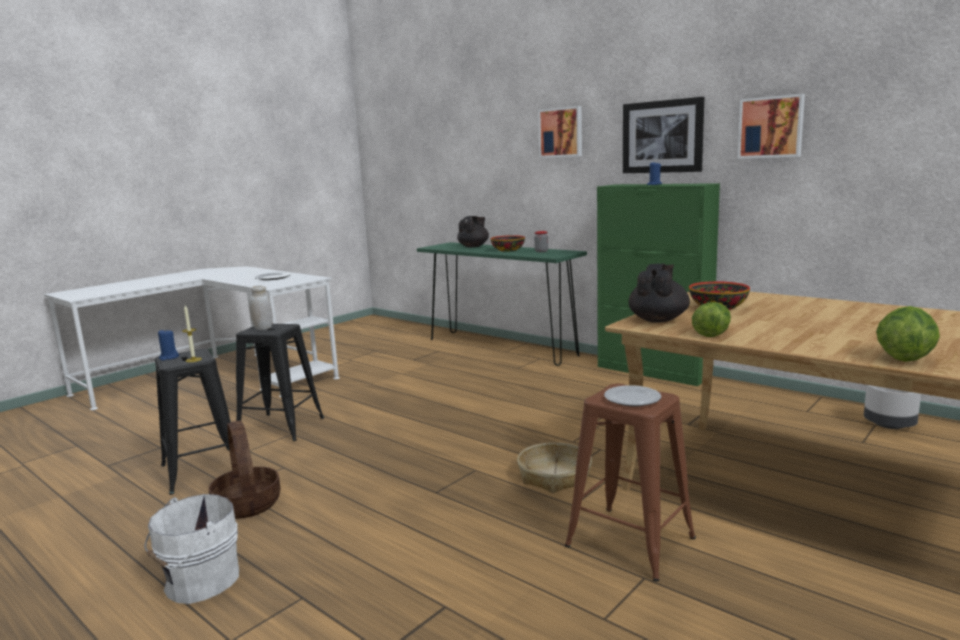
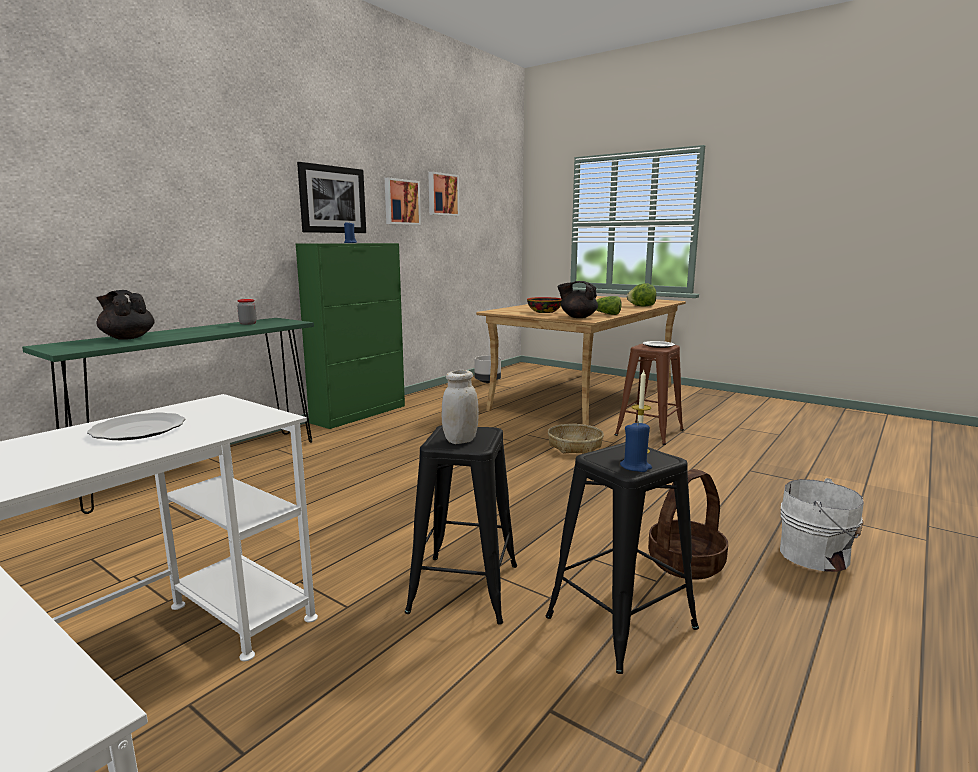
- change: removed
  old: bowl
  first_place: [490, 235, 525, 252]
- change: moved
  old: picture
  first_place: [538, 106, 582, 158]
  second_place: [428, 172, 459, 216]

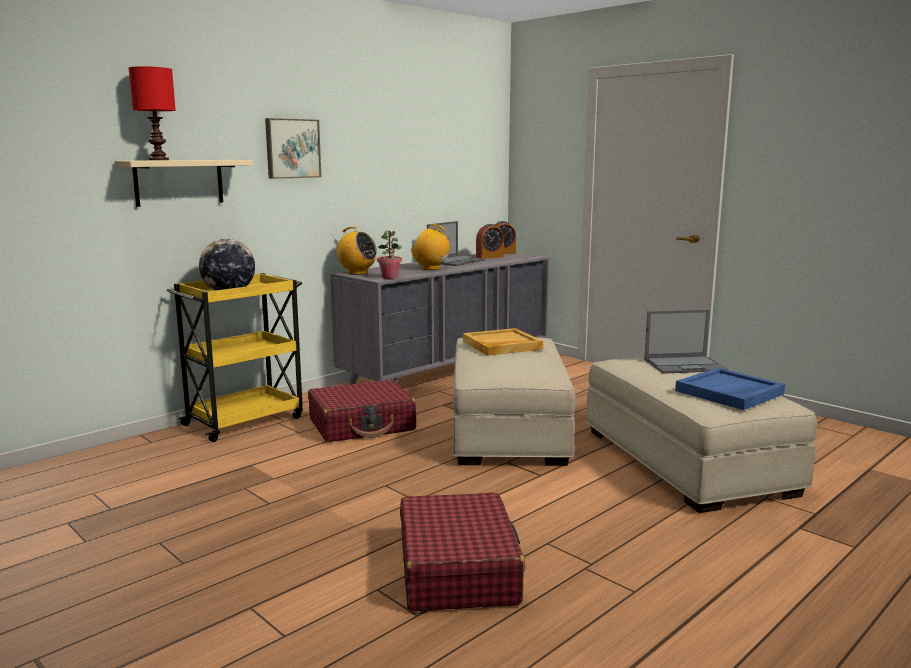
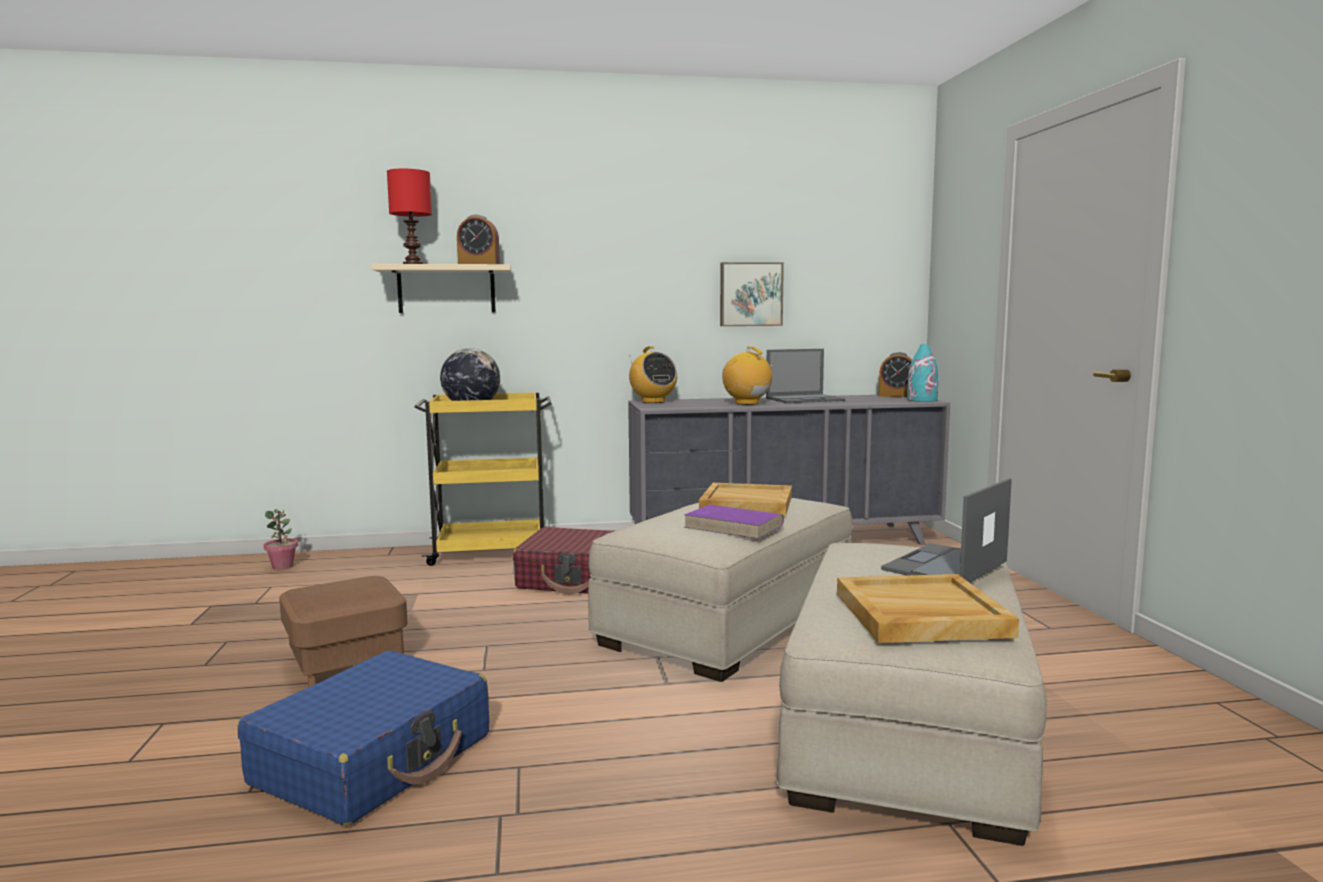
- change: moved
  old: picture
  first_place: [265, 118, 321, 179]
  second_place: [720, 262, 784, 326]
- change: moved
  old: potted plant
  first_place: [377, 230, 402, 279]
  second_place: [264, 509, 298, 570]
- change: recoloured
  old: red suitcase
  new: blue suitcase
  first_place: [400, 492, 525, 611]
  second_place: [238, 651, 489, 826]
- change: moved
  old: bedside clock
  first_place: [476, 224, 504, 259]
  second_place: [457, 214, 500, 264]
- change: turned
  old: laptop
  first_place: [644, 310, 728, 374]
  second_place: [881, 478, 1012, 583]
  degrees: 105
- change: recoloured
  old: blue serving tray
  new: sand-coloured serving tray
  first_place: [675, 368, 785, 410]
  second_place: [837, 574, 1019, 643]
- change: added
  new: brownish ottoman
  second_place: [279, 576, 407, 687]
- change: added
  new: purple book
  second_place: [684, 505, 784, 539]
- change: added
  new: turquoise vase
  second_place: [907, 344, 938, 402]

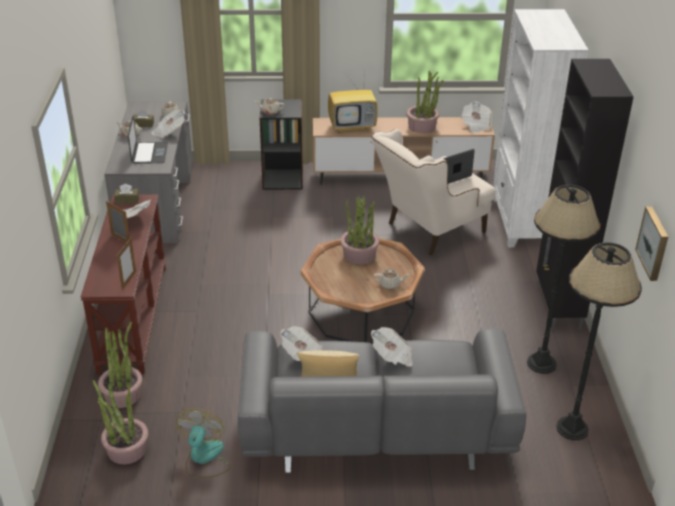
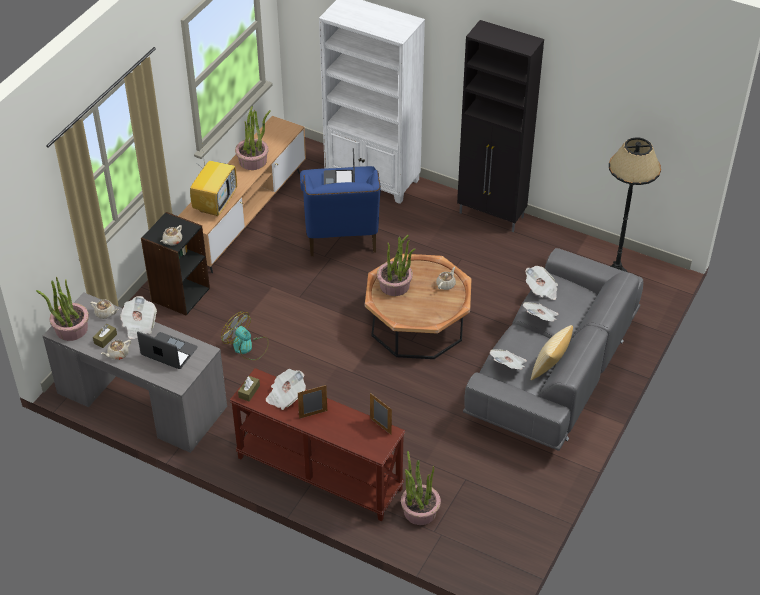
- change: moved
  old: potted plant
  first_place: [93, 380, 148, 464]
  second_place: [36, 276, 89, 341]
- change: moved
  old: fan
  first_place: [176, 408, 230, 478]
  second_place: [221, 312, 269, 360]
- change: recoloured
  old: sand-coloured easy chair
  new: blue easy chair
  first_place: [372, 129, 496, 256]
  second_place: [300, 166, 381, 256]
- change: moved
  old: daily paper
  first_place: [461, 102, 492, 133]
  second_place: [526, 266, 558, 300]
- change: removed
  old: black standard lamp
  first_place: [527, 185, 601, 374]
- change: removed
  old: picture
  first_place: [635, 206, 668, 281]

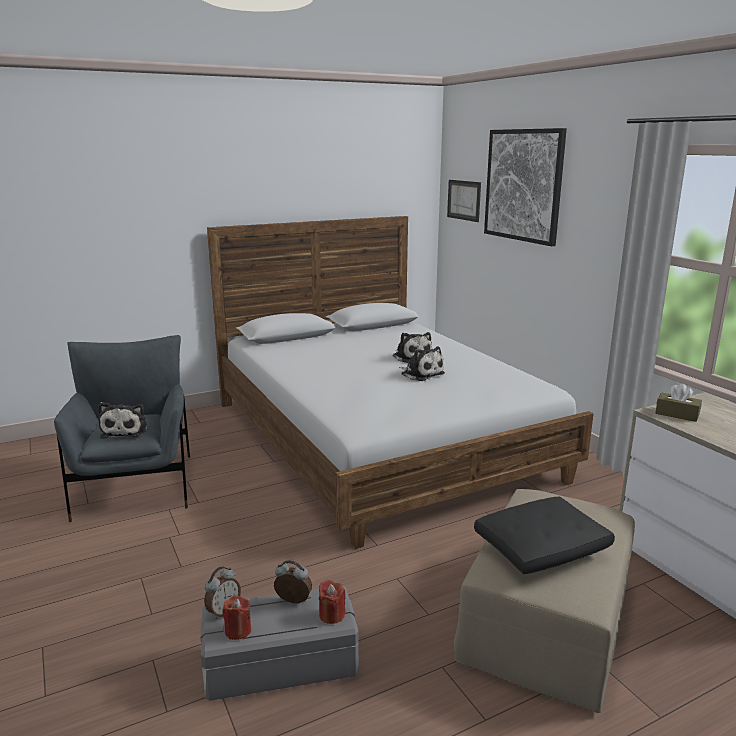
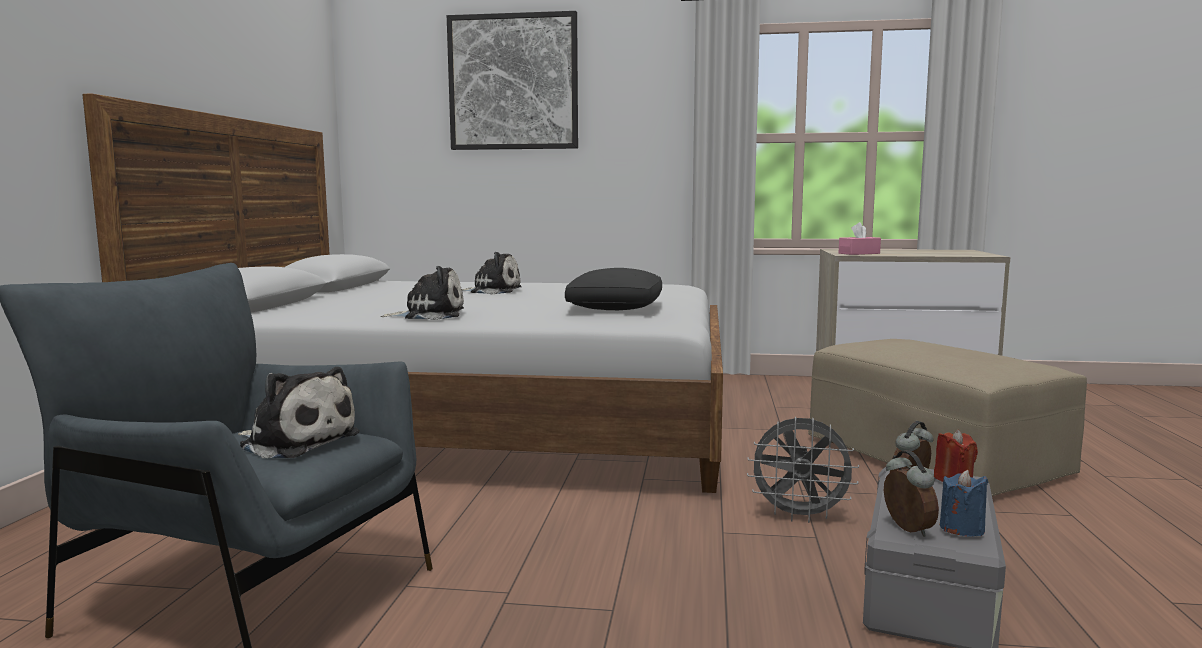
- change: recoloured
  old: red candle
  new: blue candle
  first_place: [222, 595, 251, 640]
  second_place: [940, 470, 988, 537]
- change: moved
  old: soft toy
  first_place: [399, 346, 445, 381]
  second_place: [381, 266, 464, 320]
- change: removed
  old: picture
  first_place: [447, 180, 481, 222]
- change: moved
  old: black pillow
  first_place: [474, 497, 615, 574]
  second_place: [565, 268, 662, 310]
- change: recoloured
  old: brownish box of tissues
  new: pinkish box of tissues
  first_place: [655, 384, 702, 422]
  second_place: [839, 222, 881, 255]
- change: added
  new: gray fan
  second_place: [747, 417, 859, 523]

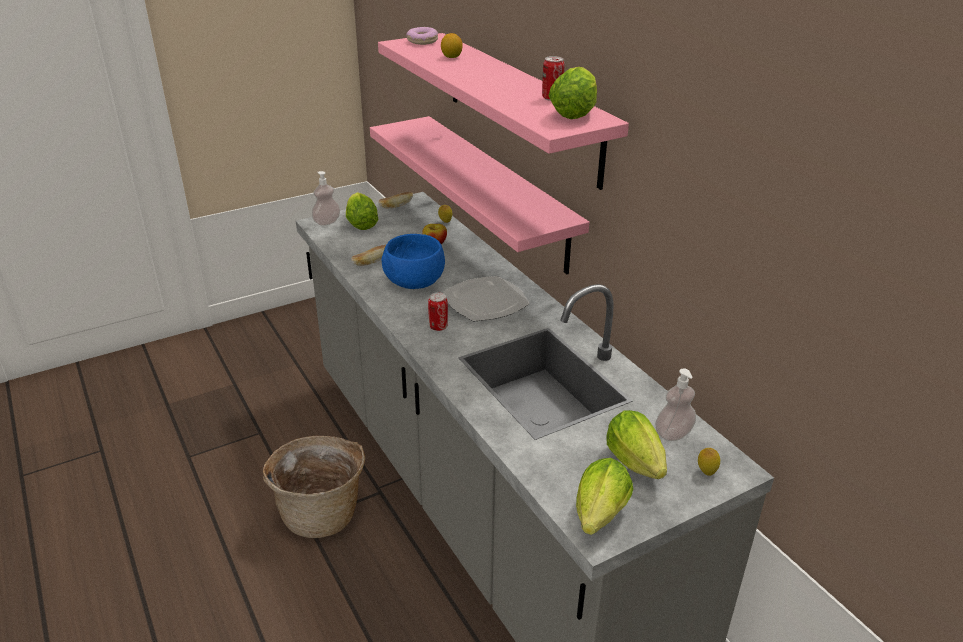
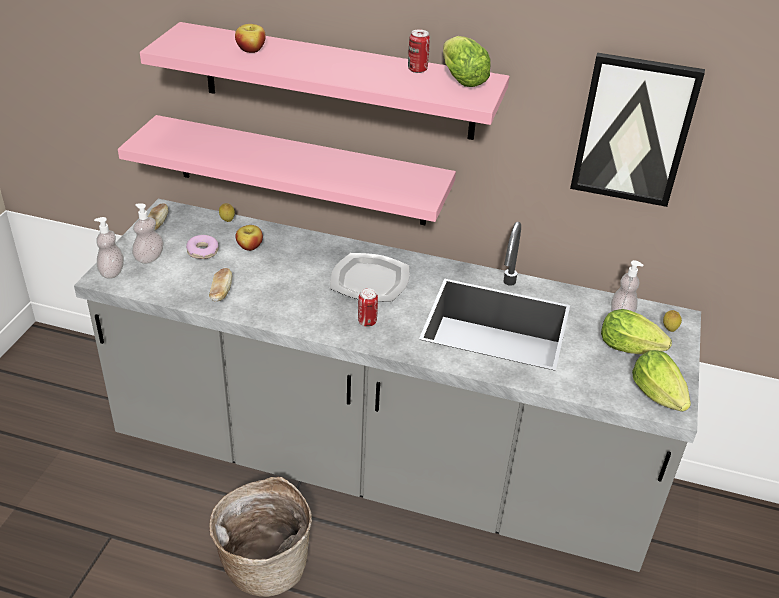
- change: replaced
  old: lettuce
  new: soap dispenser
  first_place: [346, 192, 379, 230]
  second_place: [132, 203, 164, 264]
- change: removed
  old: blue bowl
  first_place: [382, 234, 445, 289]
- change: moved
  old: ring doughnut
  first_place: [406, 27, 438, 45]
  second_place: [186, 235, 219, 259]
- change: replaced
  old: citrus fruit
  new: apple
  first_place: [441, 33, 463, 58]
  second_place: [235, 24, 266, 53]
- change: added
  new: picture
  second_place: [570, 52, 705, 207]

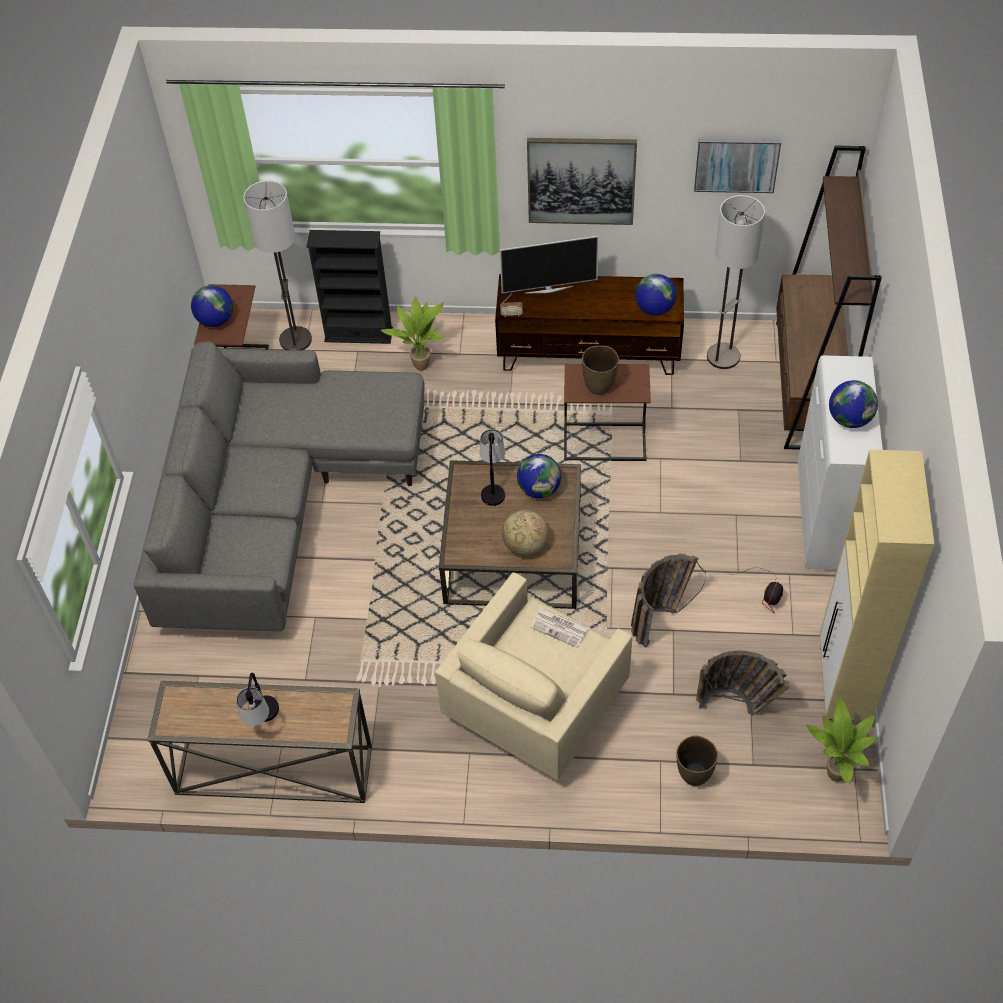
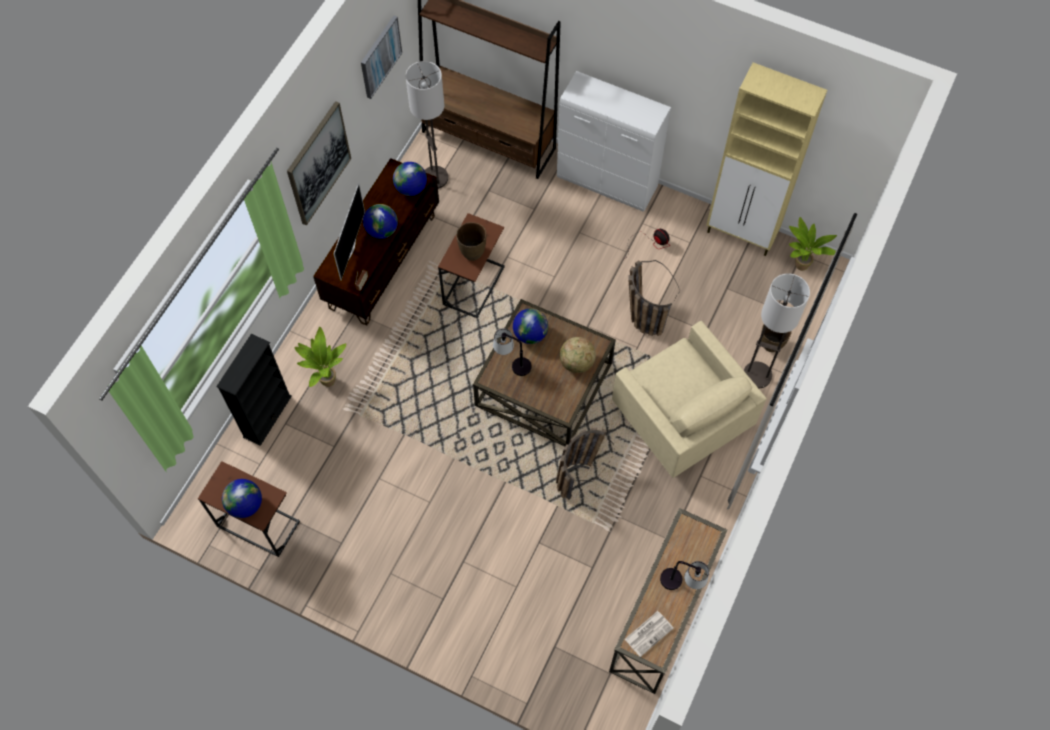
- change: removed
  old: gray sofa
  first_place: [134, 341, 425, 631]
- change: moved
  old: standard lamp
  first_place: [243, 180, 312, 350]
  second_place: [744, 274, 810, 388]
- change: moved
  old: daily paper
  first_place: [530, 608, 589, 648]
  second_place: [625, 611, 674, 657]
- change: moved
  old: basket
  first_place: [696, 650, 790, 716]
  second_place: [556, 428, 614, 500]
- change: moved
  old: world globe
  first_place: [829, 380, 878, 428]
  second_place: [363, 204, 398, 239]

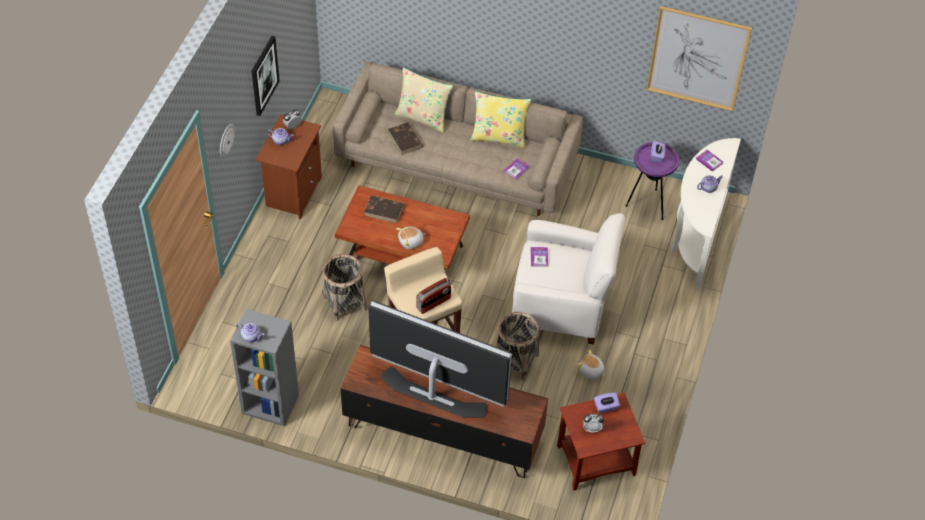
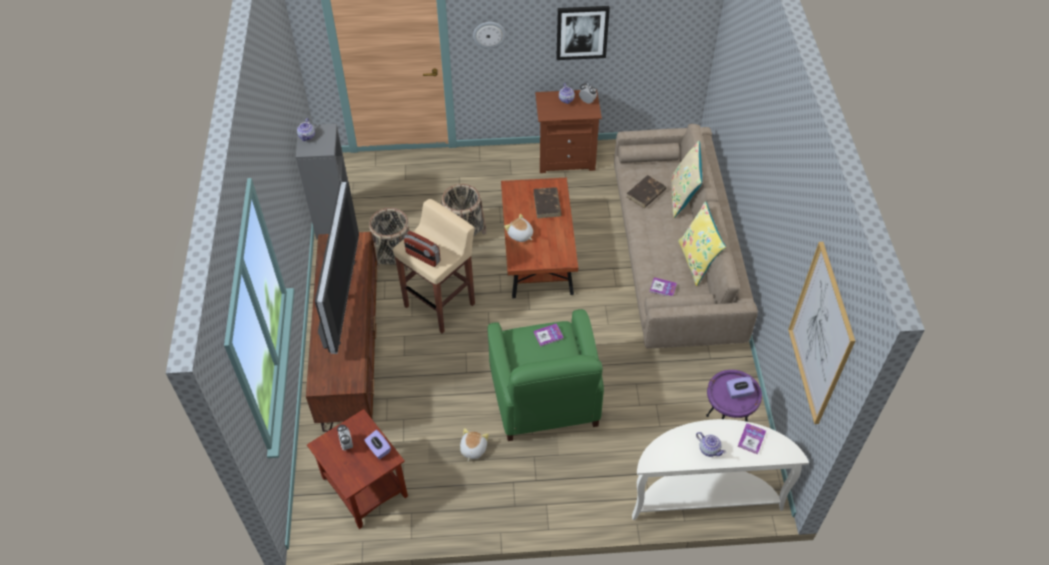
- change: moved
  old: basket
  first_place: [496, 312, 539, 380]
  second_place: [369, 208, 410, 272]
- change: recoloured
  old: white-coloured easy chair
  new: greenish easy chair
  first_place: [512, 213, 625, 344]
  second_place: [487, 309, 604, 441]

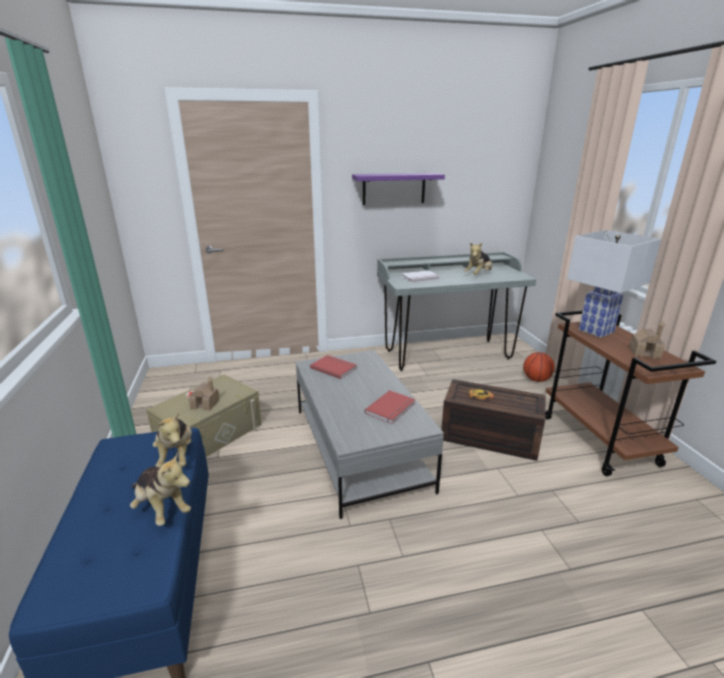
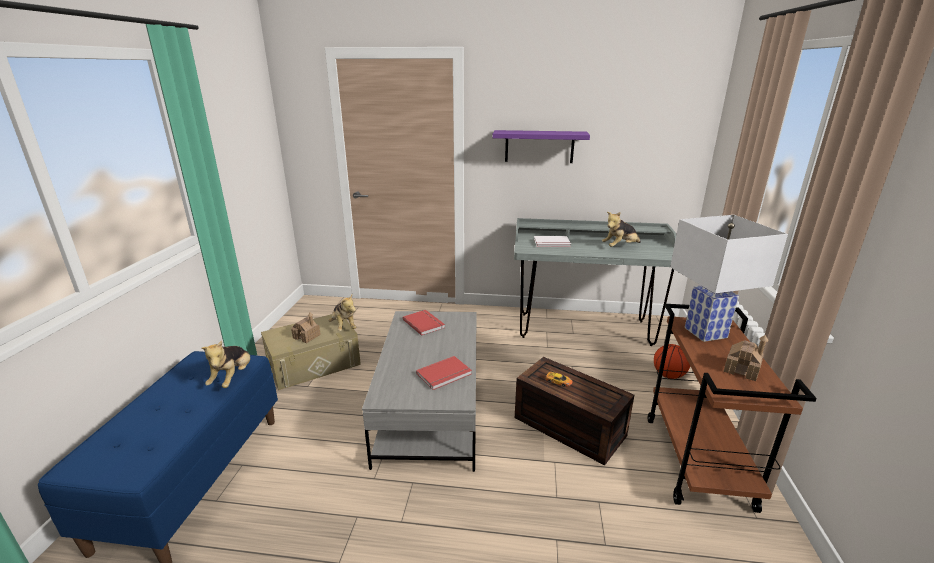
- change: moved
  old: soft toy
  first_place: [130, 452, 191, 526]
  second_place: [328, 295, 356, 331]

